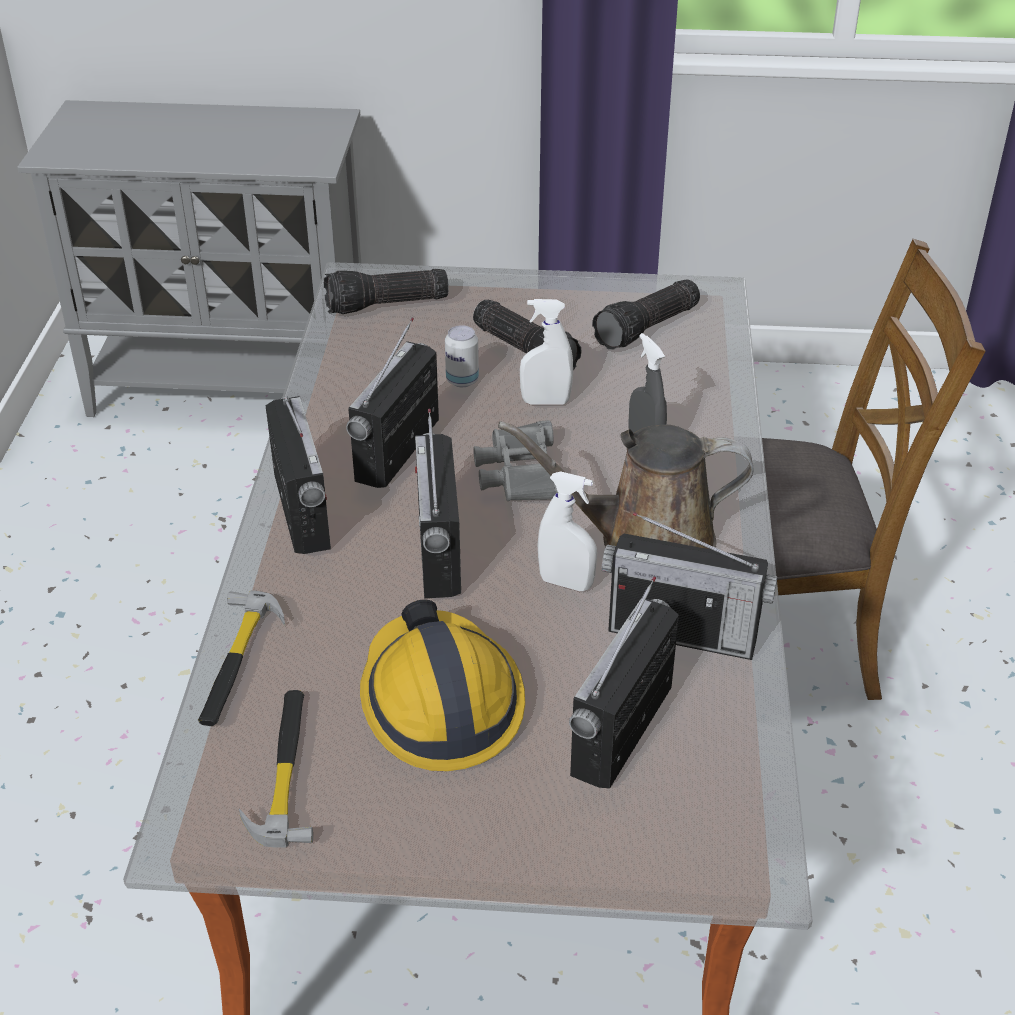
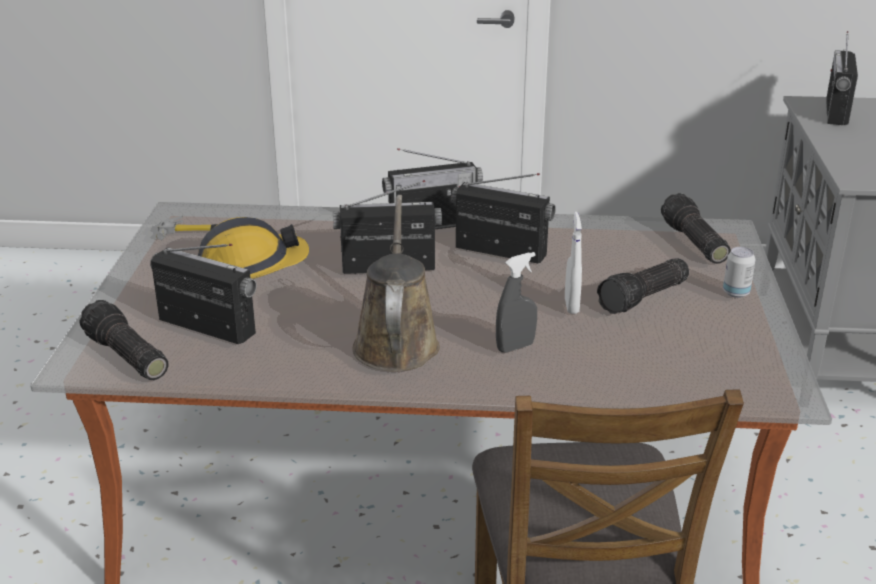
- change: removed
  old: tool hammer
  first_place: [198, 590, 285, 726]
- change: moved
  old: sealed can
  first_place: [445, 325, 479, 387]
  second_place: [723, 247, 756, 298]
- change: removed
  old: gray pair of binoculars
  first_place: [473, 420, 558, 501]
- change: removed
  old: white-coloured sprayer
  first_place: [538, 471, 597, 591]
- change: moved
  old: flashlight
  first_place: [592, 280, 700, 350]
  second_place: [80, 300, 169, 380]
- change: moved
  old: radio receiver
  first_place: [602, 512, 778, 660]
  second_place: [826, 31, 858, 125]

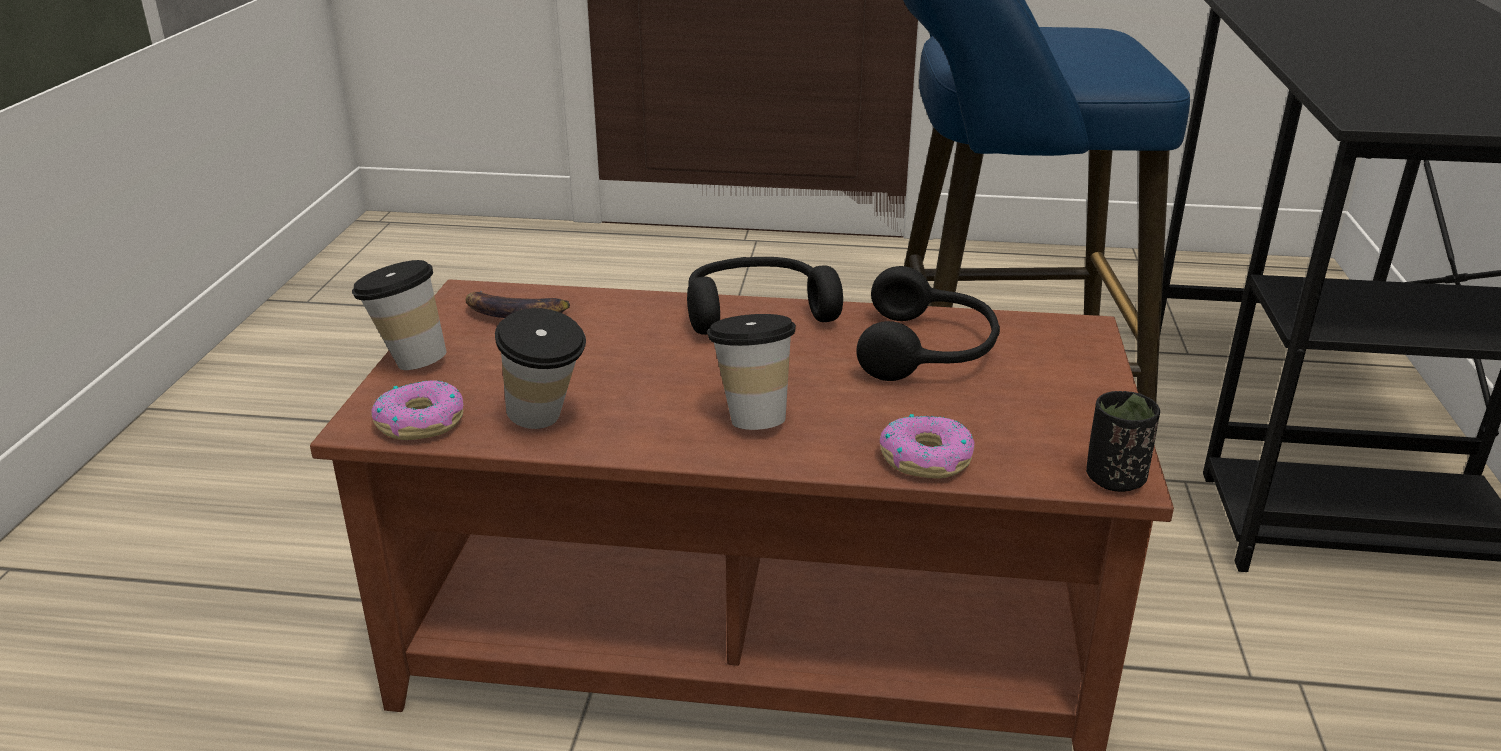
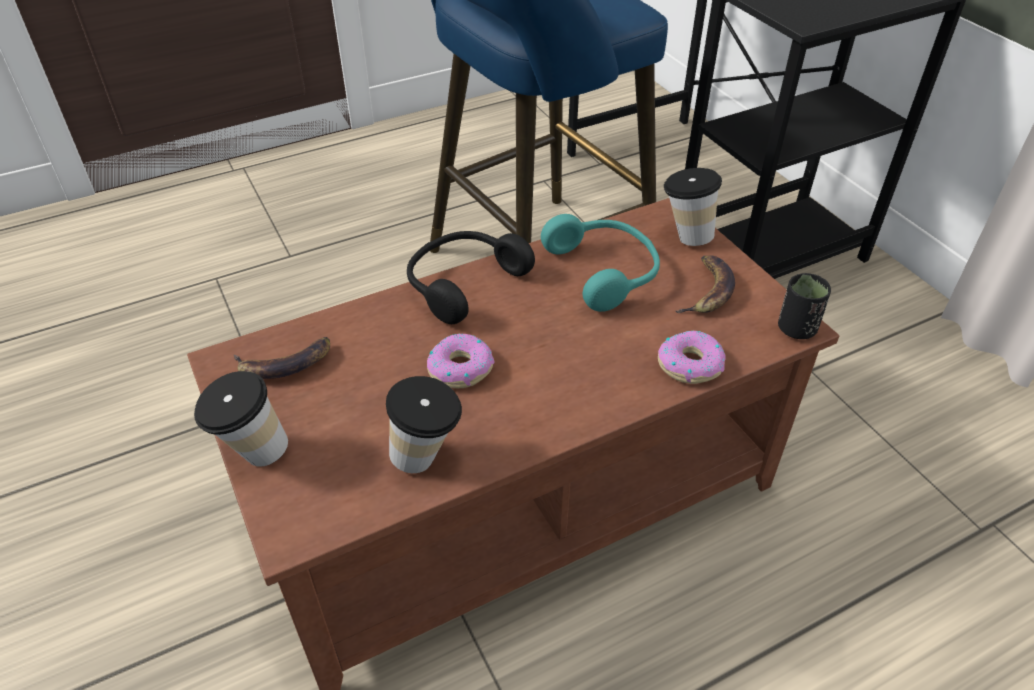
- change: moved
  old: ring doughnut
  first_place: [371, 380, 463, 440]
  second_place: [427, 333, 495, 388]
- change: moved
  old: cup
  first_place: [707, 314, 796, 430]
  second_place: [664, 168, 722, 246]
- change: recoloured
  old: black headset
  new: turquoise headset
  first_place: [856, 266, 1000, 381]
  second_place: [541, 214, 660, 312]
- change: added
  new: banana fruit
  second_place: [675, 255, 735, 313]

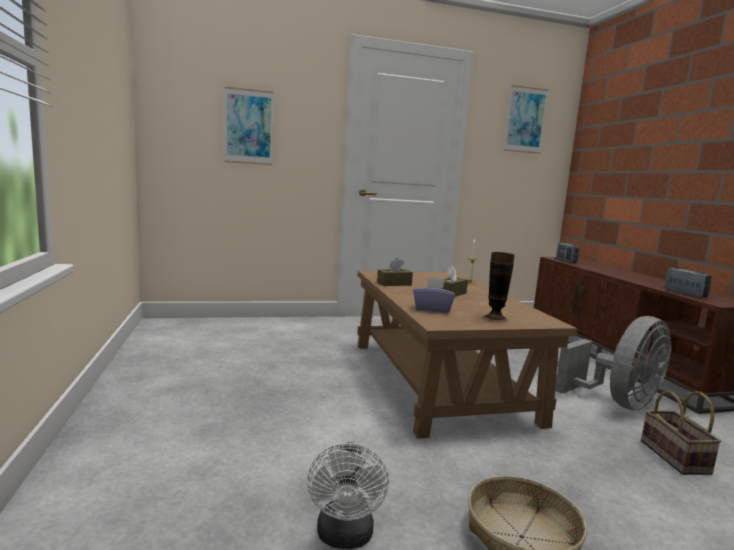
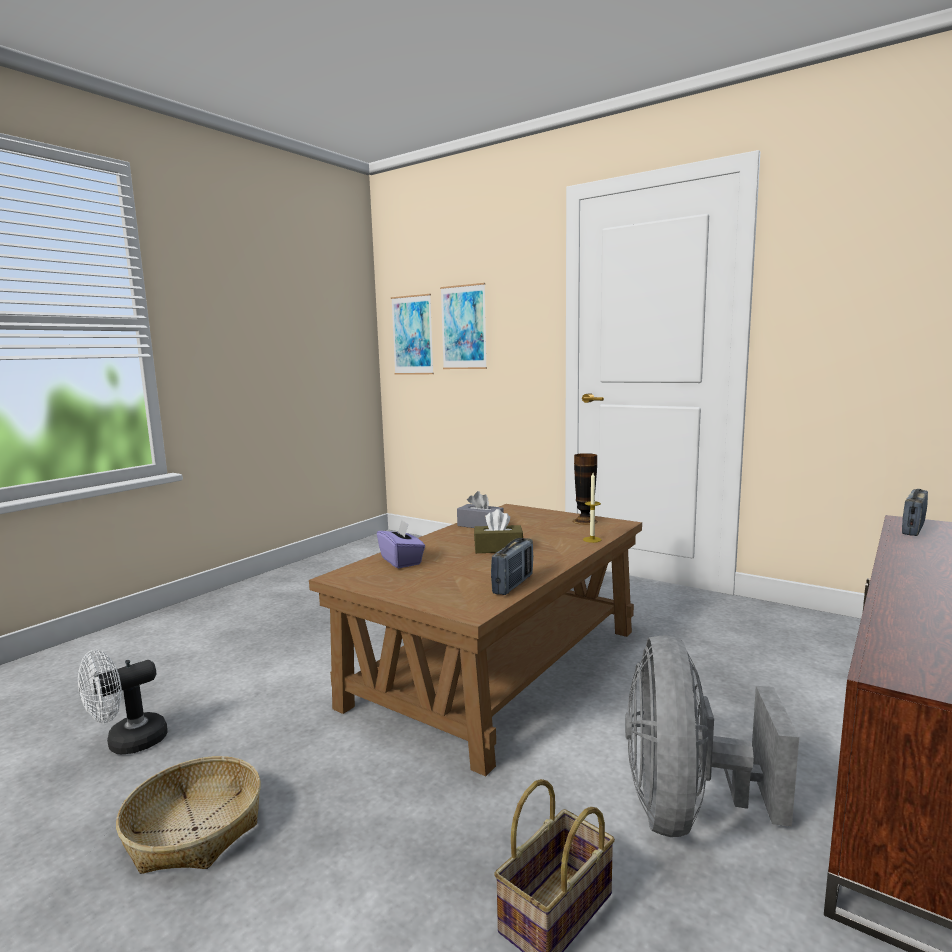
- change: recoloured
  old: brownish box of tissues
  new: gray box of tissues
  first_place: [377, 258, 413, 286]
  second_place: [457, 491, 503, 528]
- change: moved
  old: vase
  first_place: [483, 252, 515, 322]
  second_place: [572, 453, 598, 525]
- change: moved
  old: picture
  first_place: [504, 85, 549, 154]
  second_place: [391, 294, 434, 374]
- change: turned
  old: gray fan
  first_place: [555, 316, 671, 411]
  second_place: [625, 635, 799, 837]
  degrees: 90
- change: moved
  old: radio receiver
  first_place: [665, 267, 712, 298]
  second_place: [491, 538, 533, 595]

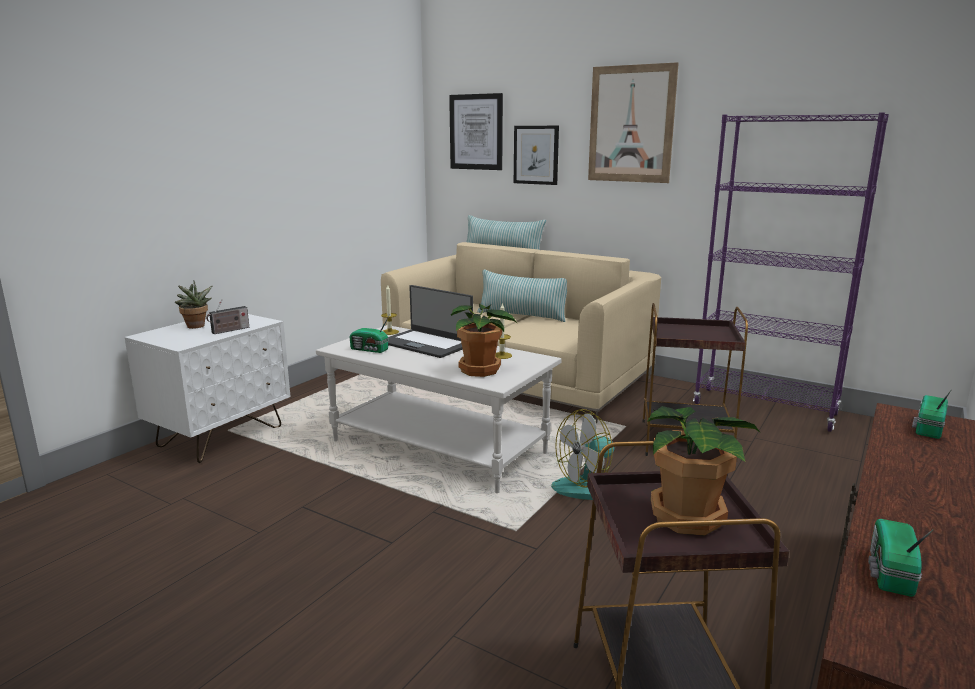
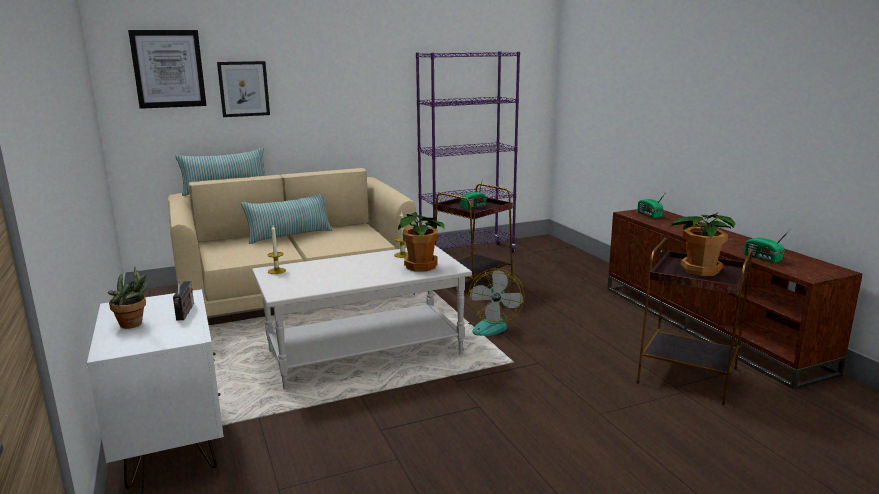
- change: moved
  old: radio receiver
  first_place: [350, 315, 390, 353]
  second_place: [460, 182, 487, 209]
- change: removed
  old: laptop
  first_place: [388, 285, 473, 358]
- change: removed
  old: picture
  first_place: [588, 62, 679, 183]

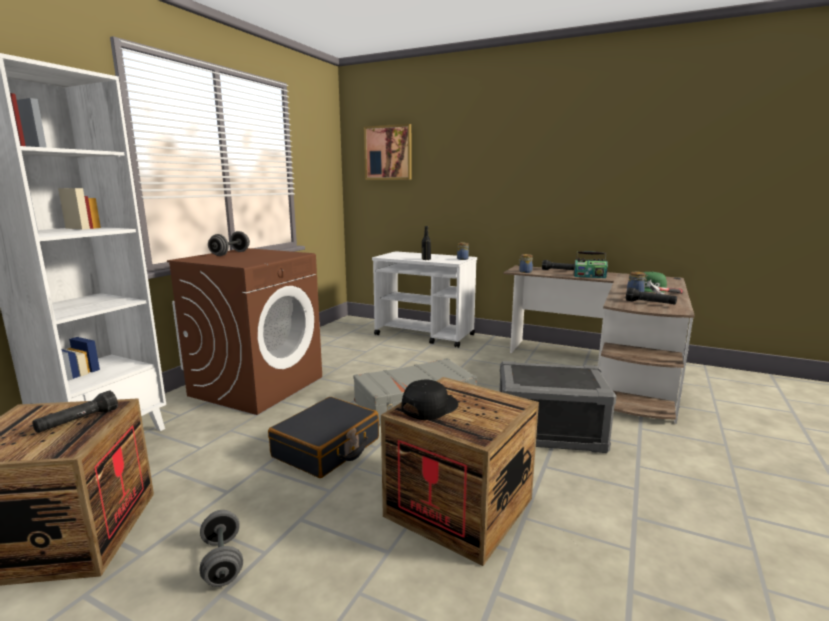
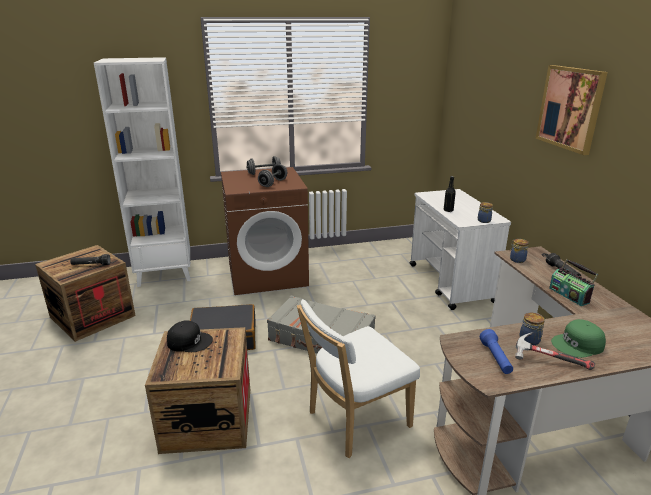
- change: moved
  old: gray hand weight
  first_place: [200, 510, 243, 587]
  second_place: [258, 164, 287, 187]
- change: moved
  old: picture
  first_place: [364, 124, 411, 180]
  second_place: [536, 65, 608, 155]
- change: replaced
  old: gray storage bin
  new: white-coloured chair
  first_place: [499, 361, 617, 453]
  second_place: [297, 299, 420, 458]
- change: recoloured
  old: black flashlight
  new: blue flashlight
  first_place: [626, 288, 677, 304]
  second_place: [480, 329, 513, 374]

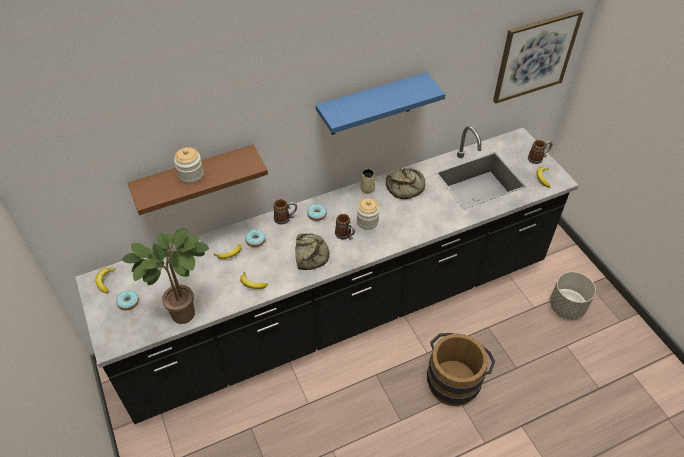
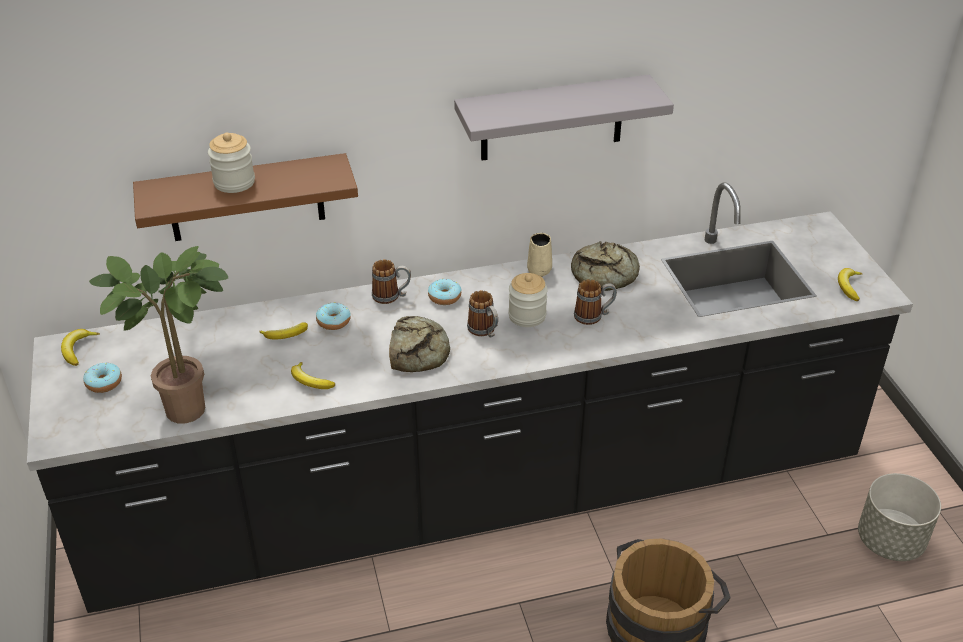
- change: recoloured
  old: blue wall shelf
  new: gray wall shelf
  first_place: [316, 72, 446, 135]
  second_place: [454, 75, 674, 161]
- change: removed
  old: picture
  first_place: [493, 10, 583, 104]
- change: moved
  old: coffee mug
  first_place: [528, 140, 553, 164]
  second_place: [574, 279, 617, 325]

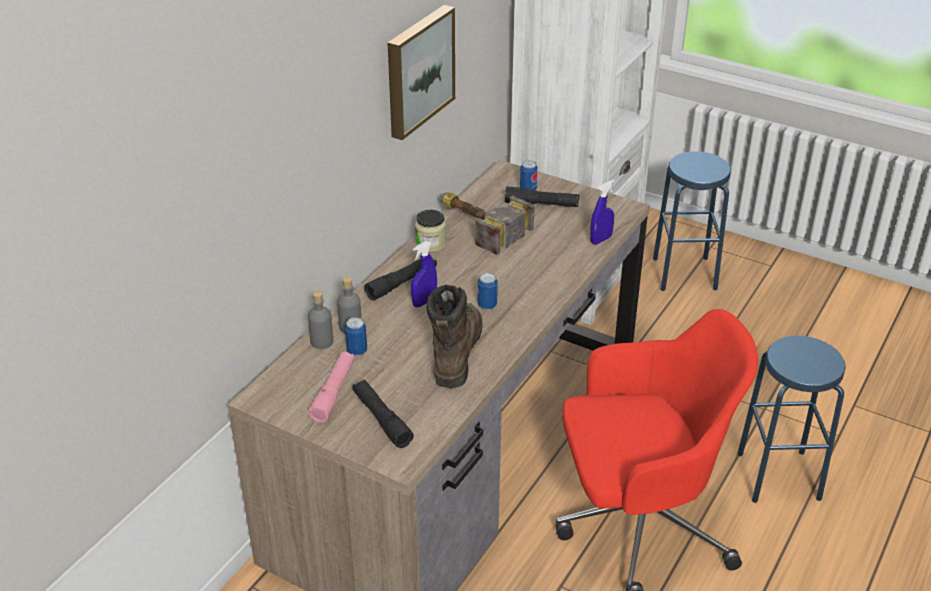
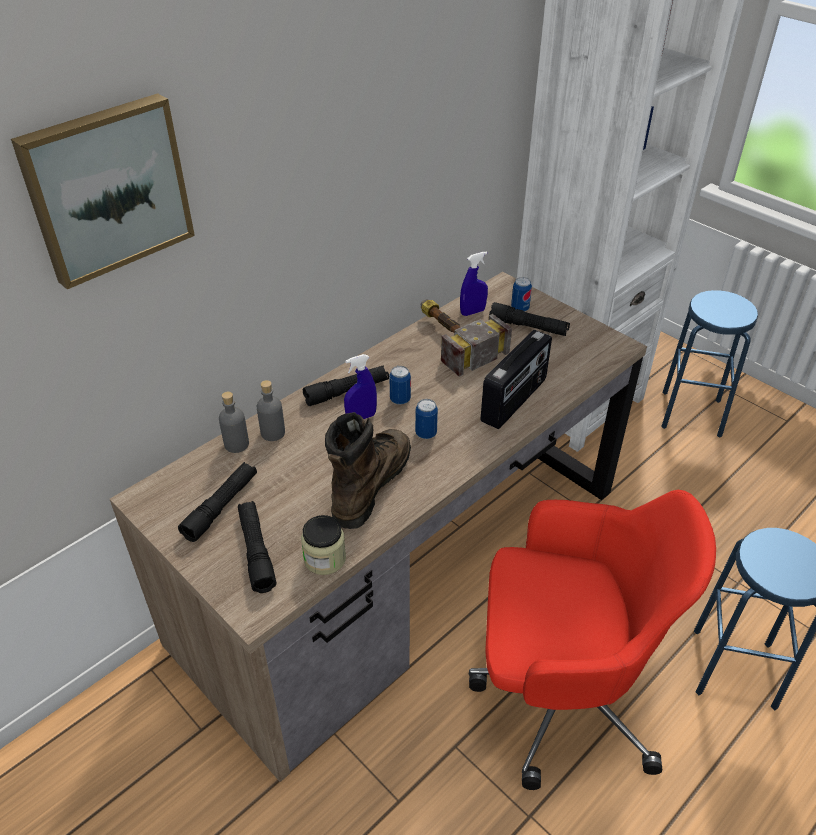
- change: recoloured
  old: pinkish flashlight
  new: black flashlight
  first_place: [308, 352, 355, 423]
  second_place: [178, 462, 257, 542]
- change: moved
  old: sealed can
  first_place: [345, 317, 367, 356]
  second_place: [389, 366, 411, 405]
- change: moved
  old: picture
  first_place: [388, 5, 455, 140]
  second_place: [11, 93, 195, 289]
- change: moved
  old: storage jar
  first_place: [415, 210, 446, 252]
  second_place: [301, 515, 346, 575]
- change: moved
  old: blue sprayer
  first_place: [590, 179, 615, 245]
  second_place: [460, 251, 488, 316]
- change: added
  new: radio receiver
  second_place: [481, 330, 552, 429]

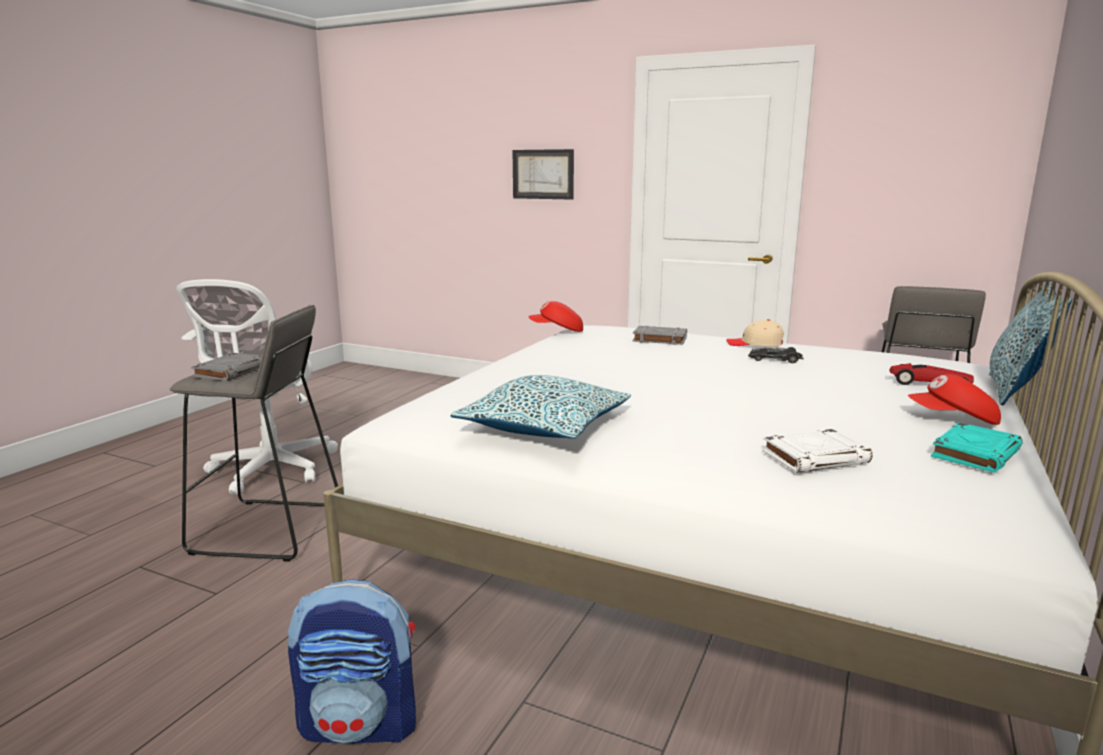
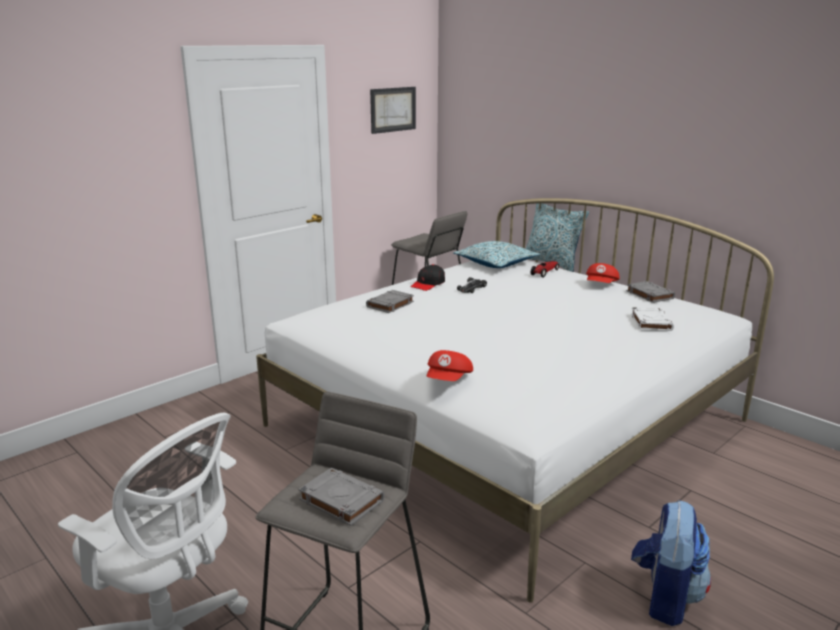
- change: moved
  old: pillow
  first_place: [451, 375, 631, 439]
  second_place: [453, 241, 540, 268]
- change: moved
  old: picture
  first_place: [513, 149, 574, 200]
  second_place: [370, 87, 416, 134]
- change: moved
  old: red baseball cap
  first_place: [528, 301, 583, 332]
  second_place: [427, 350, 473, 381]
- change: recoloured
  old: sand-coloured baseball cap
  new: black baseball cap
  first_place: [726, 319, 784, 346]
  second_place: [411, 264, 445, 291]
- change: recoloured
  old: turquoise book
  new: gray book
  first_place: [931, 422, 1023, 473]
  second_place: [626, 281, 675, 303]

